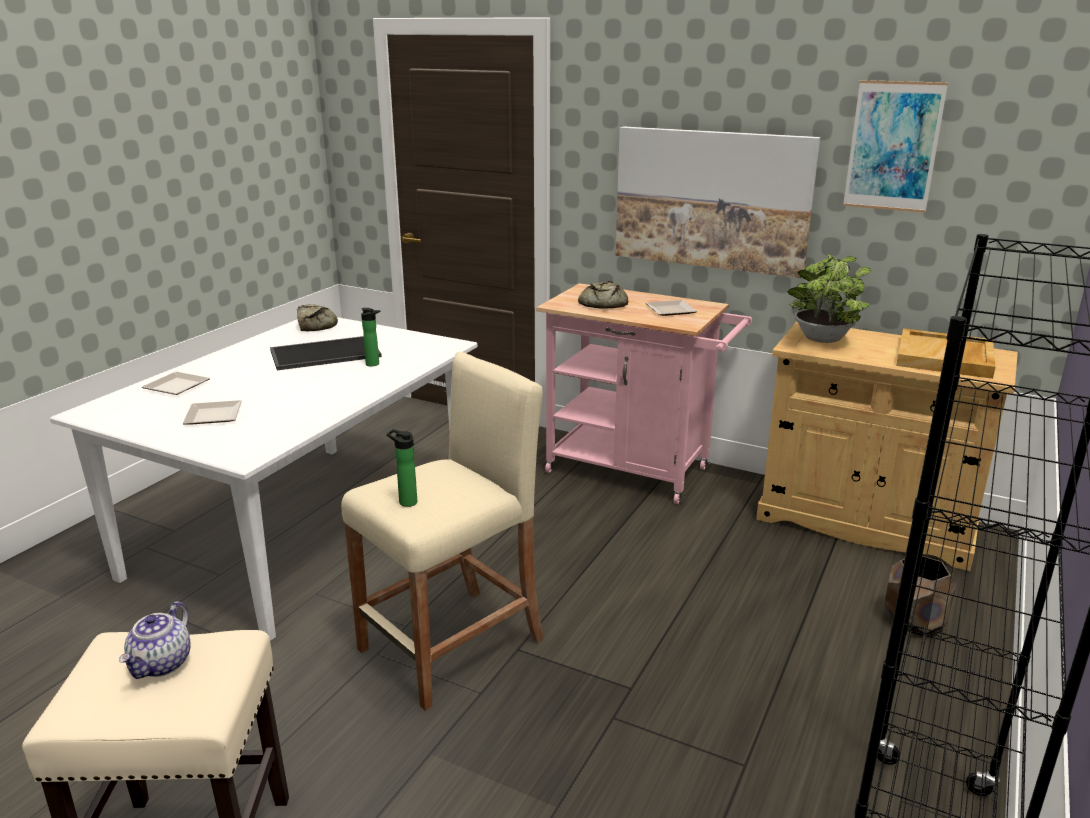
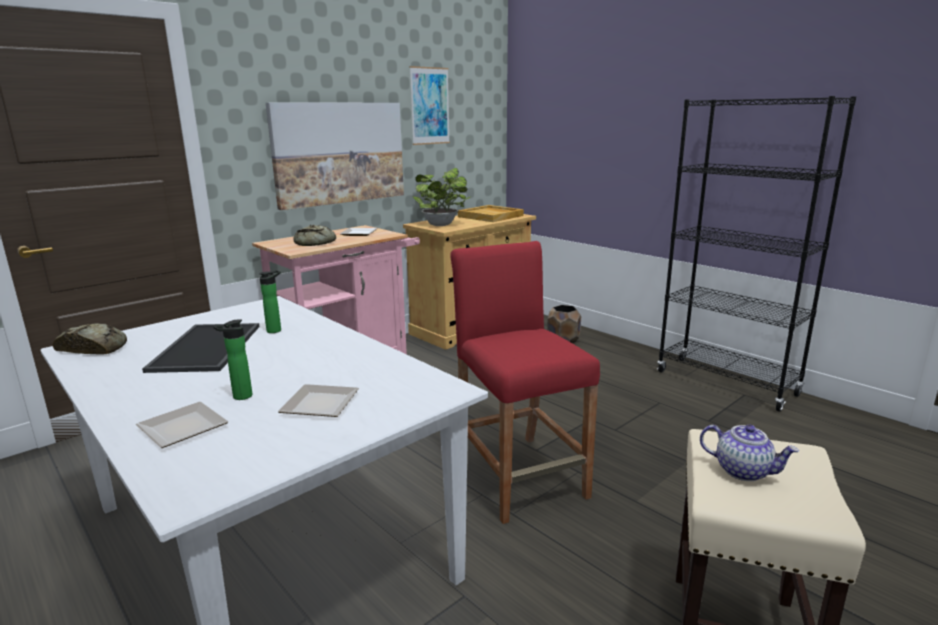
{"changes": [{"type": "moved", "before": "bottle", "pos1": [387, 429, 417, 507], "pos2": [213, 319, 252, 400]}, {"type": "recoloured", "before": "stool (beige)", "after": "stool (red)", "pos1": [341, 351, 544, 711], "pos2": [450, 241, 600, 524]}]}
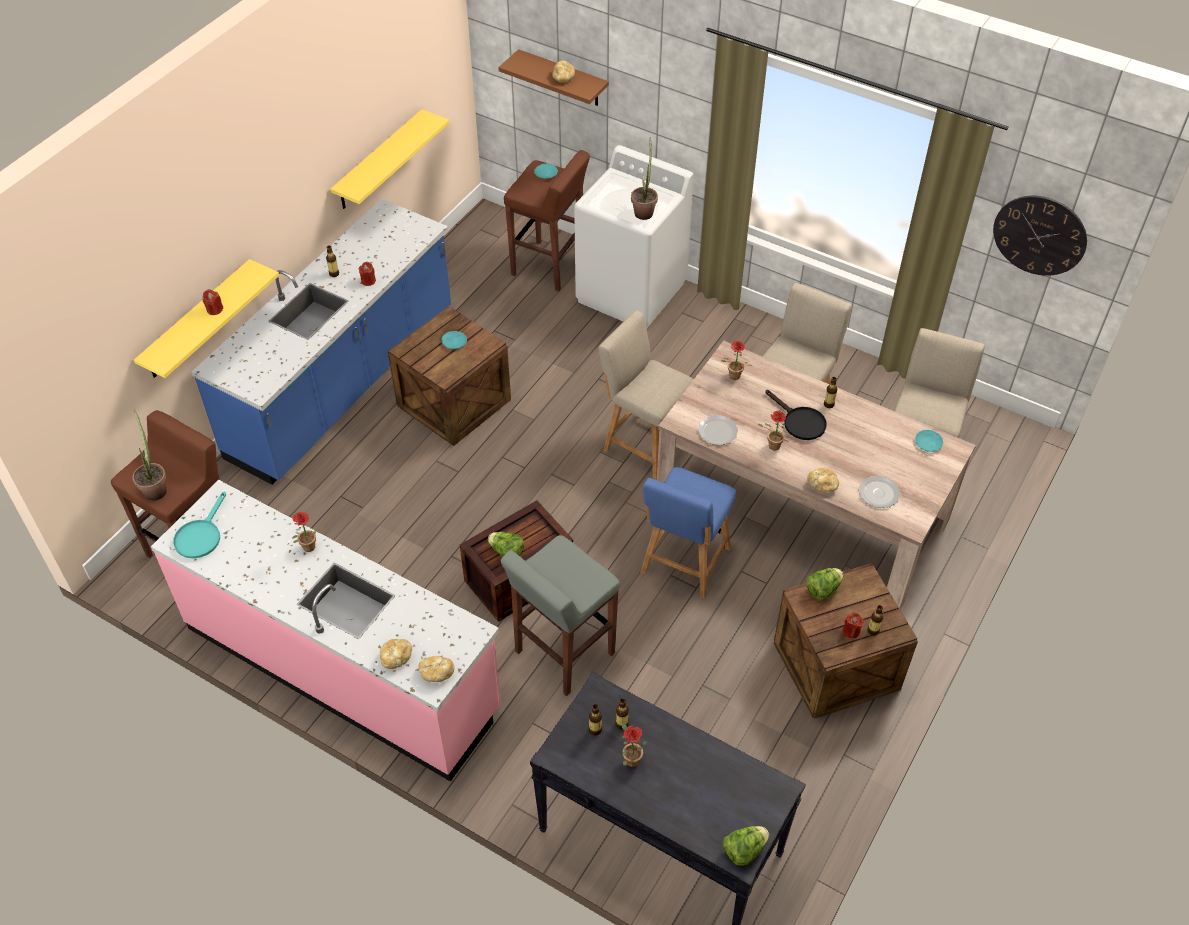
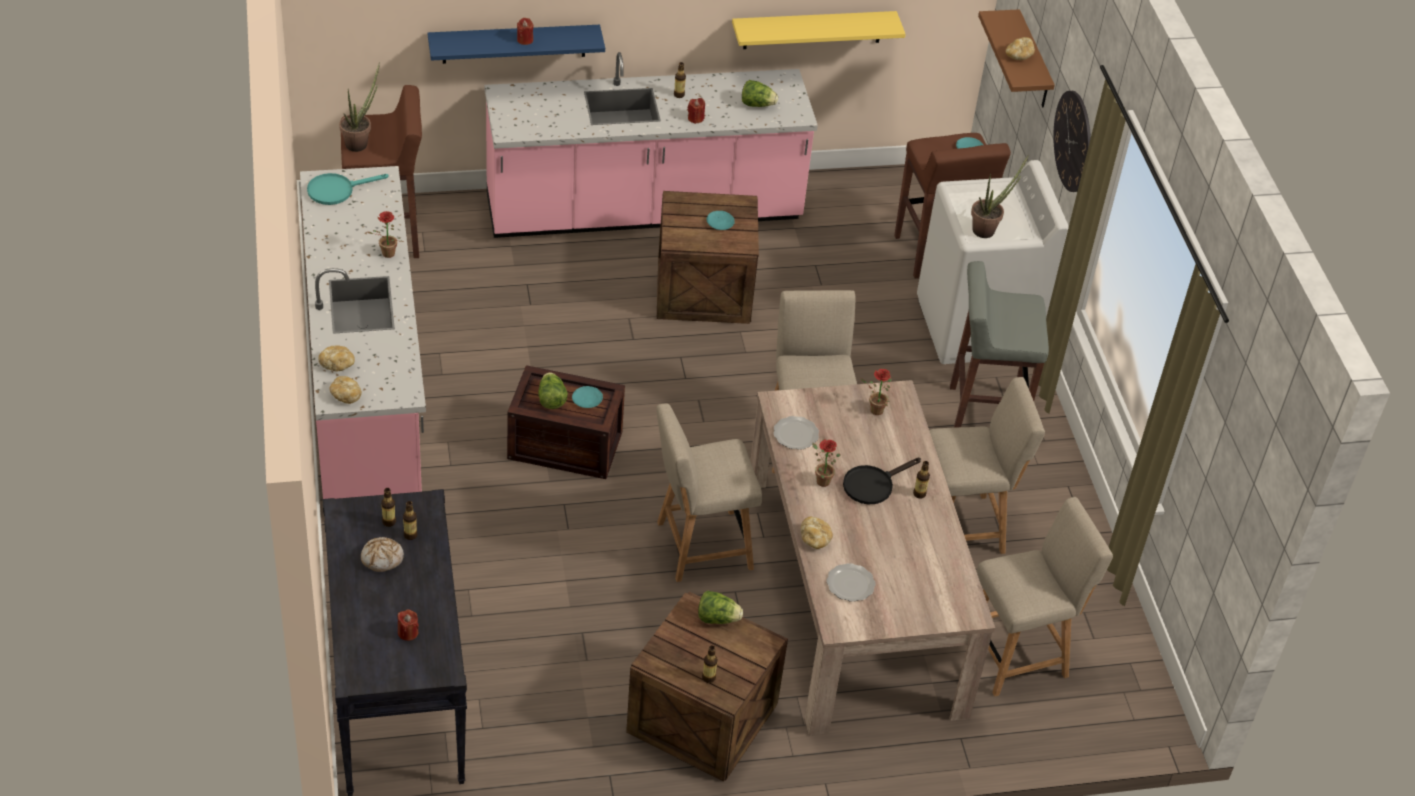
{"changes": [{"type": "replaced", "before": "potted plant", "after": "bread", "pos1": [622, 723, 647, 767], "pos2": [361, 537, 404, 572]}, {"type": "moved", "before": "candle (red)", "pos1": [843, 612, 864, 638], "pos2": [398, 609, 419, 641]}, {"type": "recoloured", "before": "shelf (yellow)", "after": "shelf (blue)", "pos1": [134, 259, 279, 378], "pos2": [428, 25, 605, 64]}, {"type": "recoloured", "before": "counter (blue)", "after": "counter (pink)", "pos1": [192, 199, 451, 485], "pos2": [484, 52, 818, 238]}, {"type": "moved", "before": "plate (turquoise)", "pos1": [915, 430, 943, 452], "pos2": [572, 386, 603, 408]}, {"type": "recoloured", "before": "chair (blue)", "after": "chair (beige)", "pos1": [640, 467, 736, 598], "pos2": [656, 403, 762, 582]}, {"type": "moved", "before": "lettuce", "pos1": [723, 826, 769, 866], "pos2": [742, 80, 778, 107]}, {"type": "turned", "before": "frying pan (black)", "pos1": [765, 390, 826, 440], "pos2": [843, 458, 921, 504], "turn": 45}, {"type": "moved", "before": "stool (grey)", "pos1": [501, 535, 620, 696], "pos2": [950, 261, 1049, 428]}, {"type": "moved", "before": "wall clock", "pos1": [993, 196, 1087, 276], "pos2": [1053, 91, 1091, 192]}]}
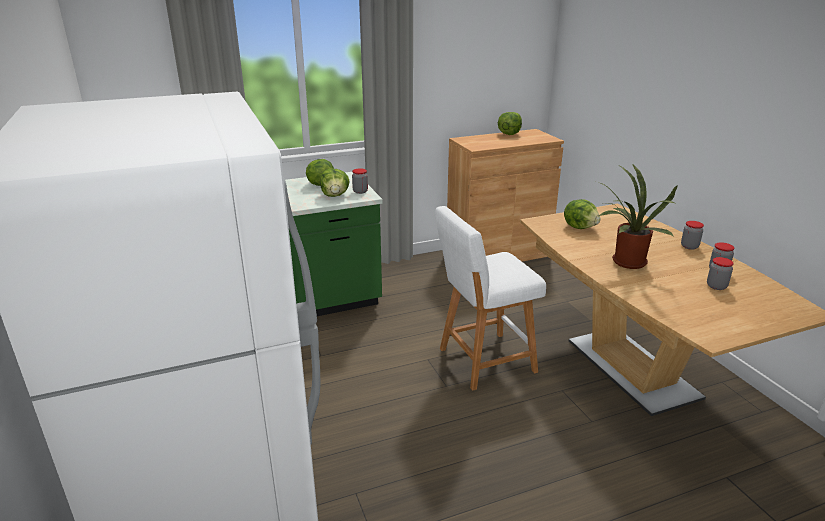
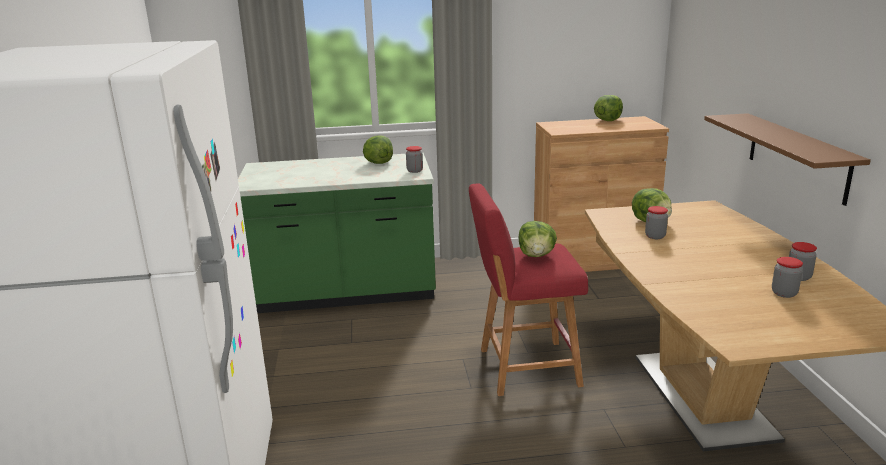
{"changes": [{"type": "recoloured", "before": "stool (white)", "after": "stool (red)", "pos1": [435, 206, 546, 390], "pos2": [469, 183, 588, 396]}, {"type": "moved", "before": "lettuce", "pos1": [320, 168, 350, 197], "pos2": [518, 221, 557, 257]}, {"type": "moved", "before": "jar", "pos1": [681, 221, 704, 250], "pos2": [645, 206, 668, 239]}, {"type": "added", "after": "shelf (brown)", "pos2": [704, 113, 871, 206]}, {"type": "removed", "before": "potted plant", "pos1": [597, 165, 678, 269]}]}
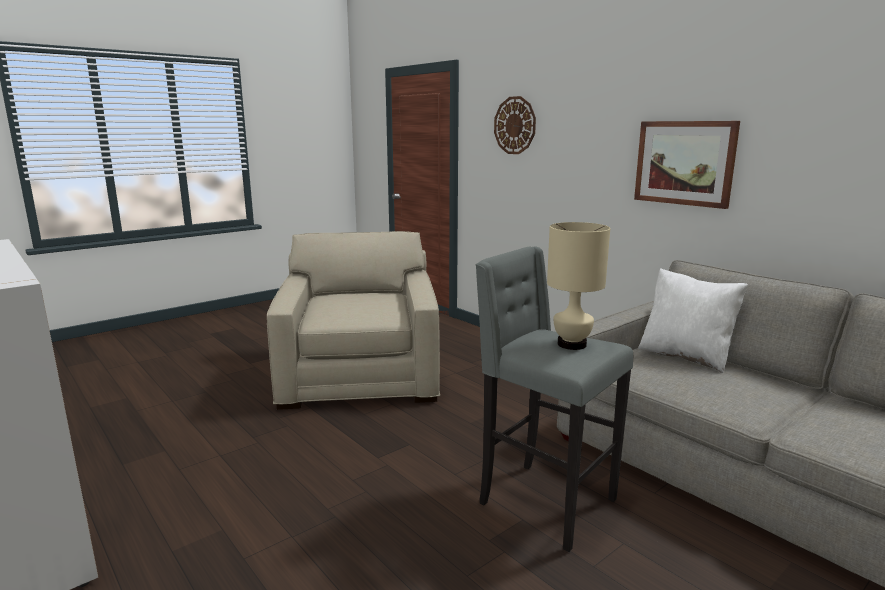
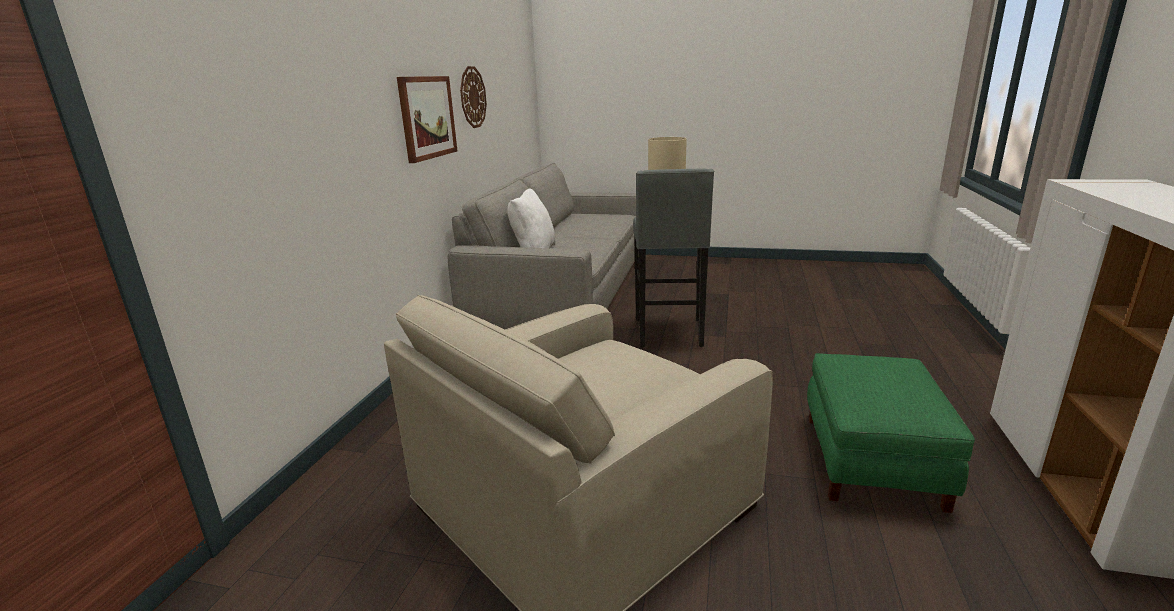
{"changes": [{"type": "moved", "before": "wall clock", "pos1": [494, 96, 536, 154], "pos2": [460, 66, 487, 128]}, {"type": "added", "after": "ottoman (green)", "pos2": [807, 353, 975, 513]}]}
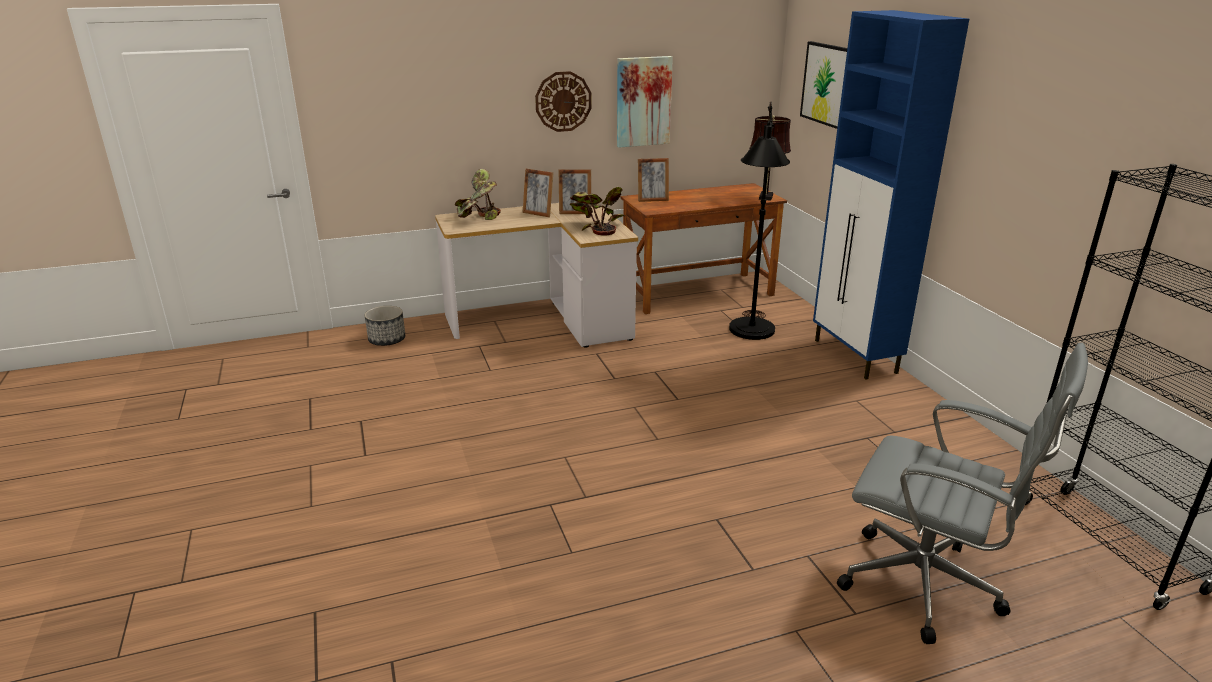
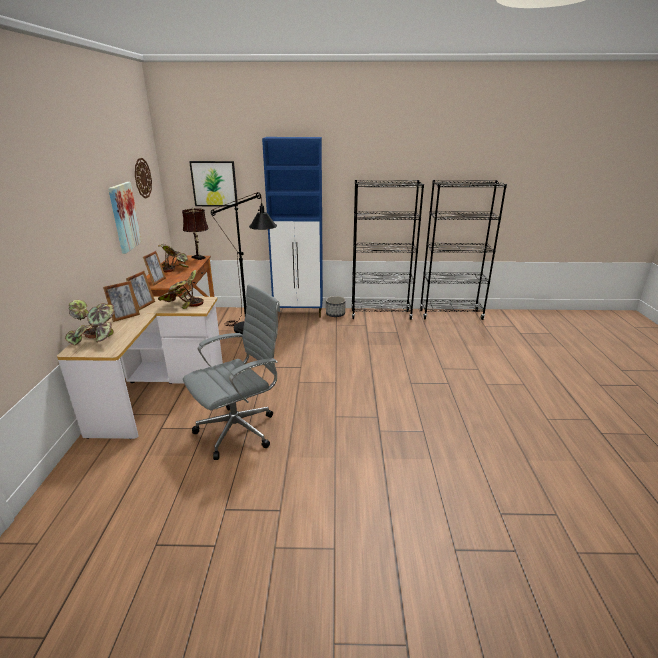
{"changes": [{"type": "moved", "before": "wall clock", "pos1": [535, 71, 592, 132], "pos2": [135, 158, 152, 199]}, {"type": "added", "after": "potted plant", "pos2": [158, 244, 189, 272]}, {"type": "moved", "before": "office chair (grey)", "pos1": [837, 343, 1088, 644], "pos2": [183, 284, 281, 460]}, {"type": "moved", "before": "planter", "pos1": [365, 306, 405, 346], "pos2": [326, 296, 346, 317]}, {"type": "added", "after": "bookcase (black)", "pos2": [351, 180, 424, 320]}]}
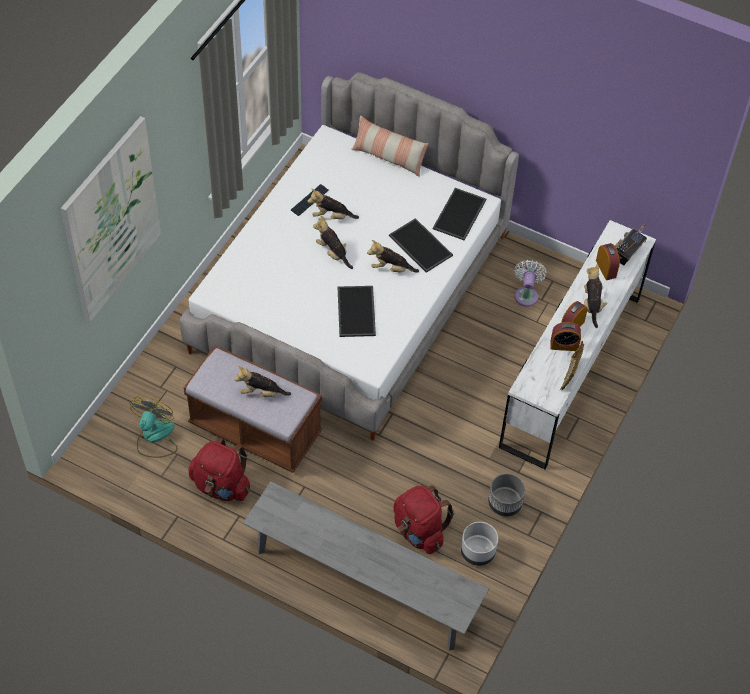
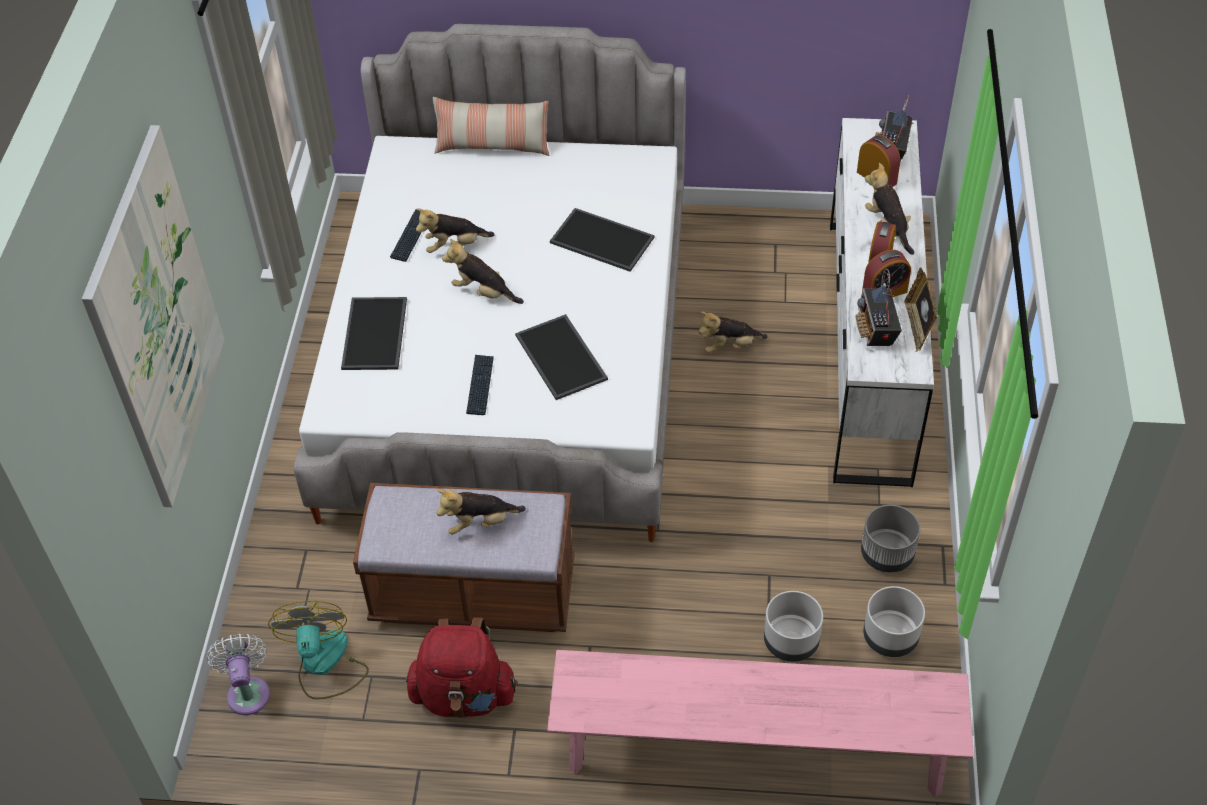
{"changes": [{"type": "moved", "before": "fan (white)", "pos1": [514, 260, 547, 307], "pos2": [207, 634, 270, 715]}, {"type": "moved", "before": "tray", "pos1": [433, 188, 486, 241], "pos2": [341, 297, 407, 370]}, {"type": "added", "after": "keyboard", "pos2": [466, 355, 494, 415]}, {"type": "recoloured", "before": "bench (grey)", "after": "bench (pink)", "pos1": [243, 481, 489, 650], "pos2": [547, 650, 974, 797]}, {"type": "moved", "before": "plush toy", "pos1": [367, 240, 419, 273], "pos2": [699, 312, 768, 353]}, {"type": "replaced", "before": "backpack (red)", "after": "planter (grey)", "pos1": [393, 485, 454, 554], "pos2": [764, 591, 823, 662]}, {"type": "added", "after": "radio", "pos2": [855, 269, 902, 346]}]}
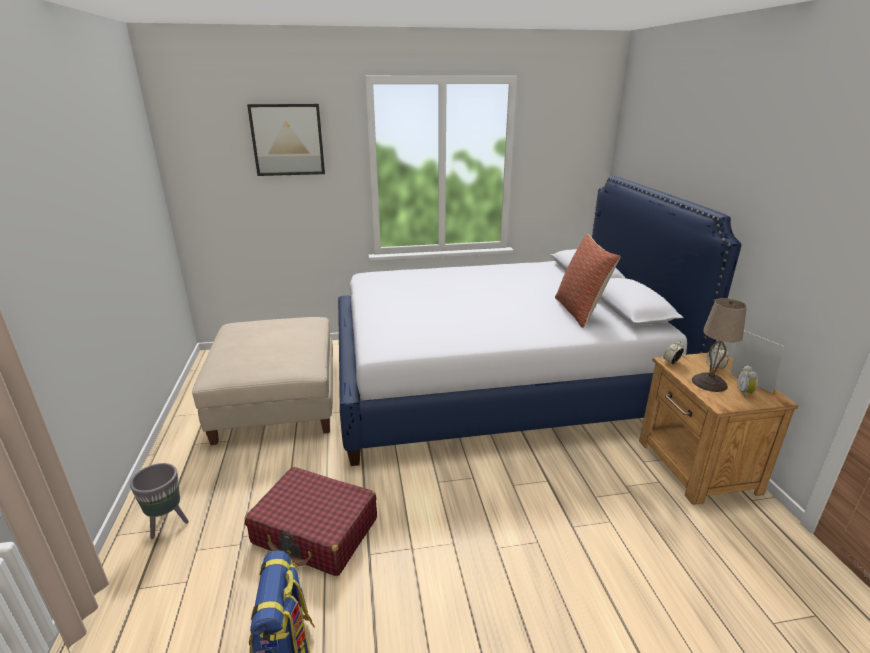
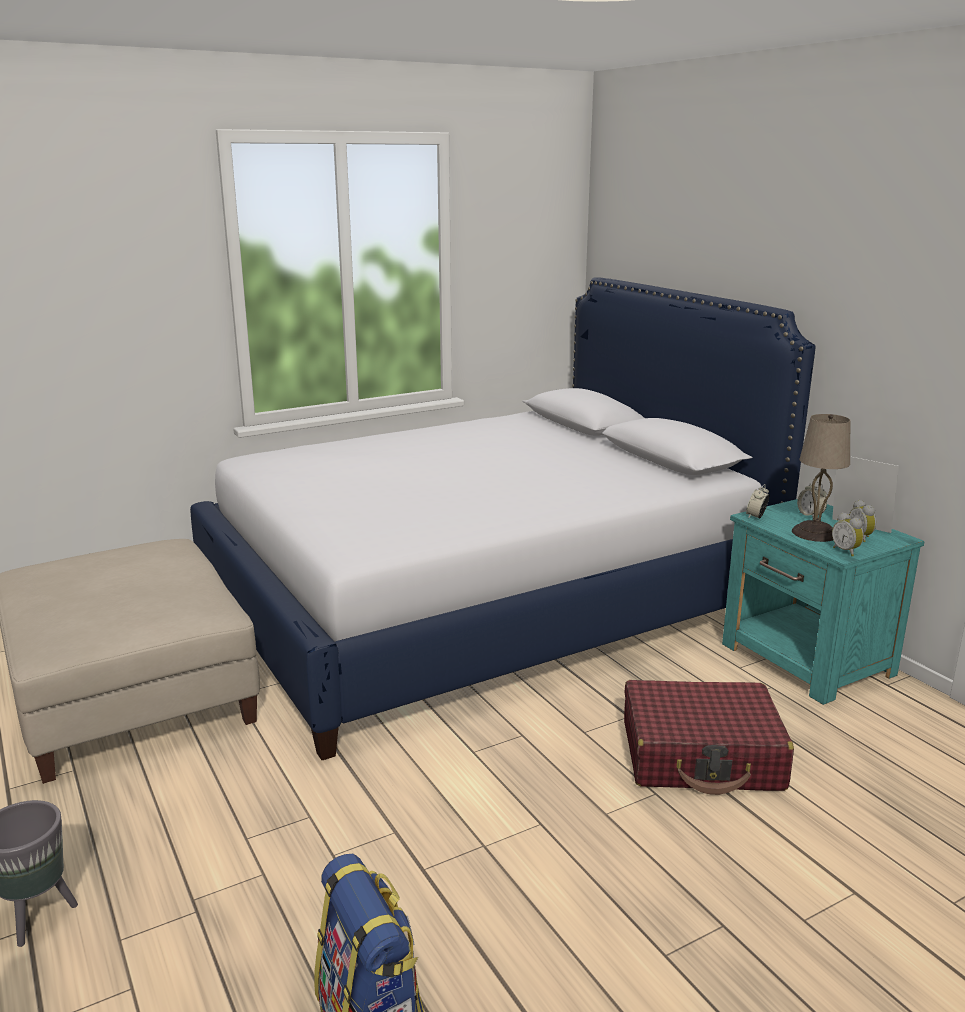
{"changes": [{"type": "moved", "before": "suitcase (red)", "pos1": [245, 467, 377, 576], "pos2": [624, 680, 794, 795]}, {"type": "recoloured", "before": "nightstand (brown)", "after": "nightstand (turquoise)", "pos1": [639, 353, 798, 505], "pos2": [722, 499, 924, 705]}, {"type": "added", "after": "alarm clock", "pos2": [832, 512, 864, 556]}, {"type": "removed", "before": "picture", "pos1": [247, 104, 325, 176]}, {"type": "removed", "before": "pillow", "pos1": [555, 234, 620, 328]}]}
